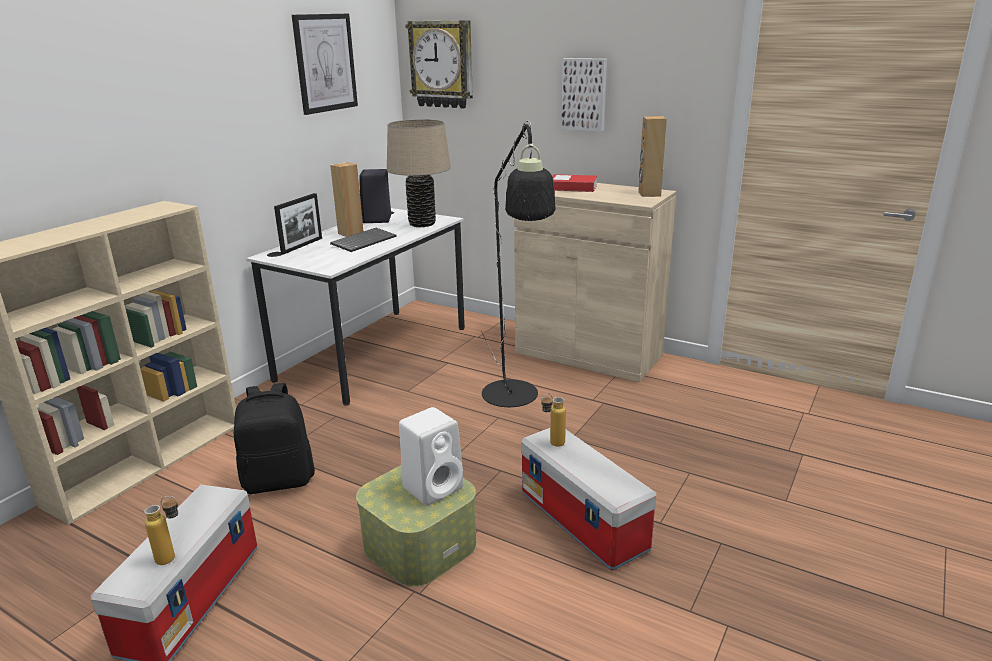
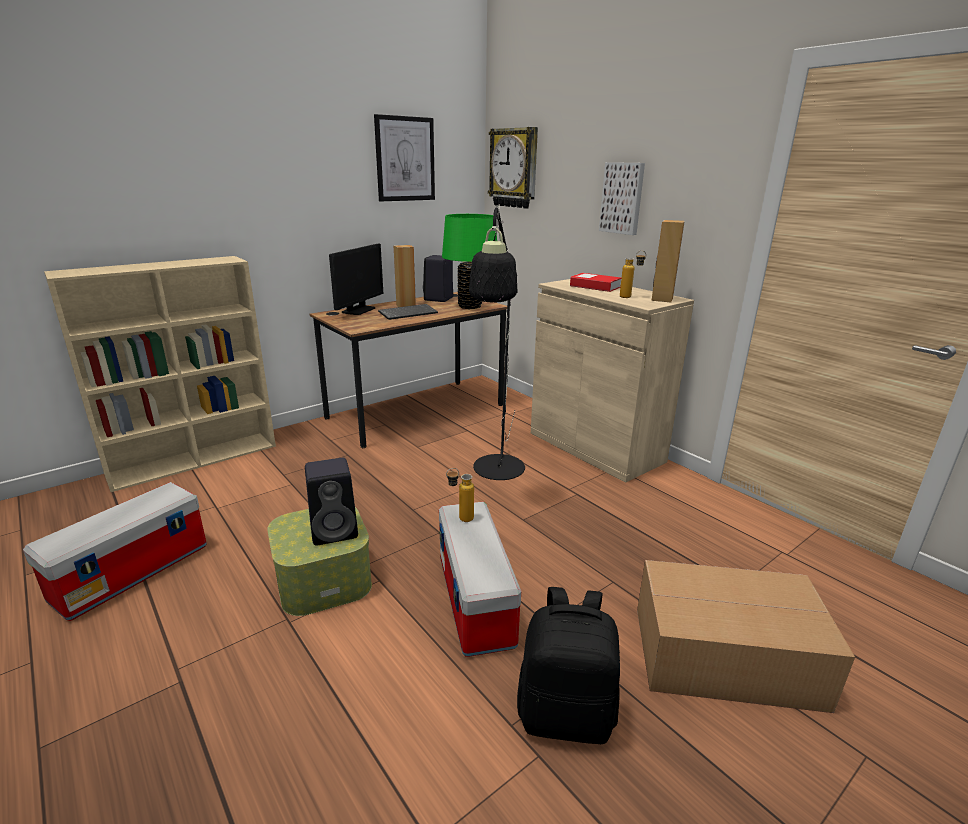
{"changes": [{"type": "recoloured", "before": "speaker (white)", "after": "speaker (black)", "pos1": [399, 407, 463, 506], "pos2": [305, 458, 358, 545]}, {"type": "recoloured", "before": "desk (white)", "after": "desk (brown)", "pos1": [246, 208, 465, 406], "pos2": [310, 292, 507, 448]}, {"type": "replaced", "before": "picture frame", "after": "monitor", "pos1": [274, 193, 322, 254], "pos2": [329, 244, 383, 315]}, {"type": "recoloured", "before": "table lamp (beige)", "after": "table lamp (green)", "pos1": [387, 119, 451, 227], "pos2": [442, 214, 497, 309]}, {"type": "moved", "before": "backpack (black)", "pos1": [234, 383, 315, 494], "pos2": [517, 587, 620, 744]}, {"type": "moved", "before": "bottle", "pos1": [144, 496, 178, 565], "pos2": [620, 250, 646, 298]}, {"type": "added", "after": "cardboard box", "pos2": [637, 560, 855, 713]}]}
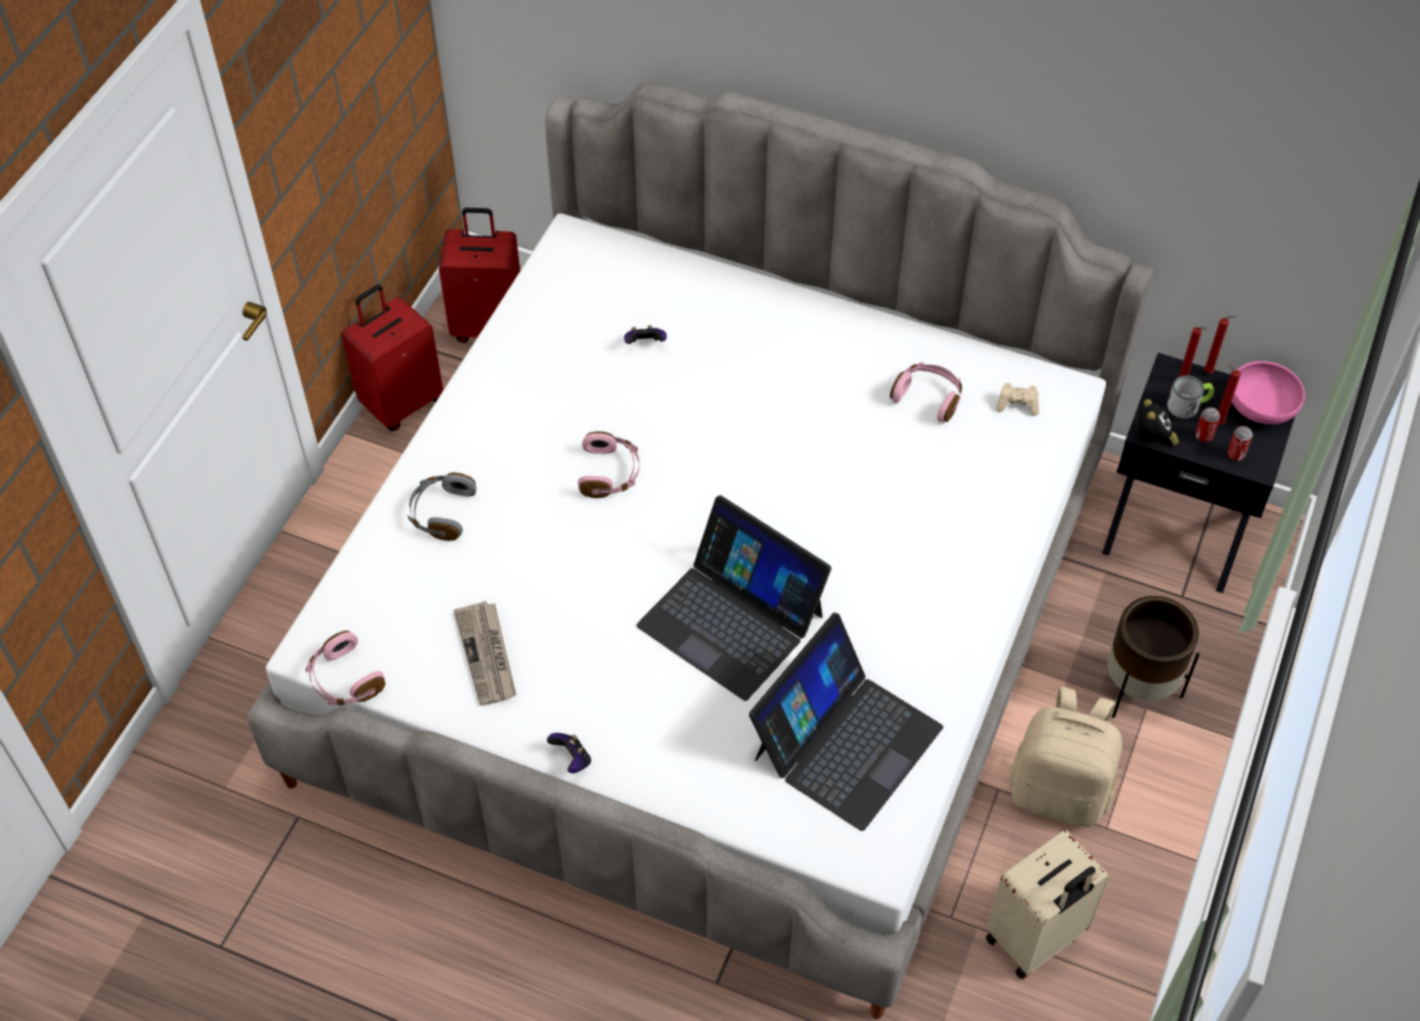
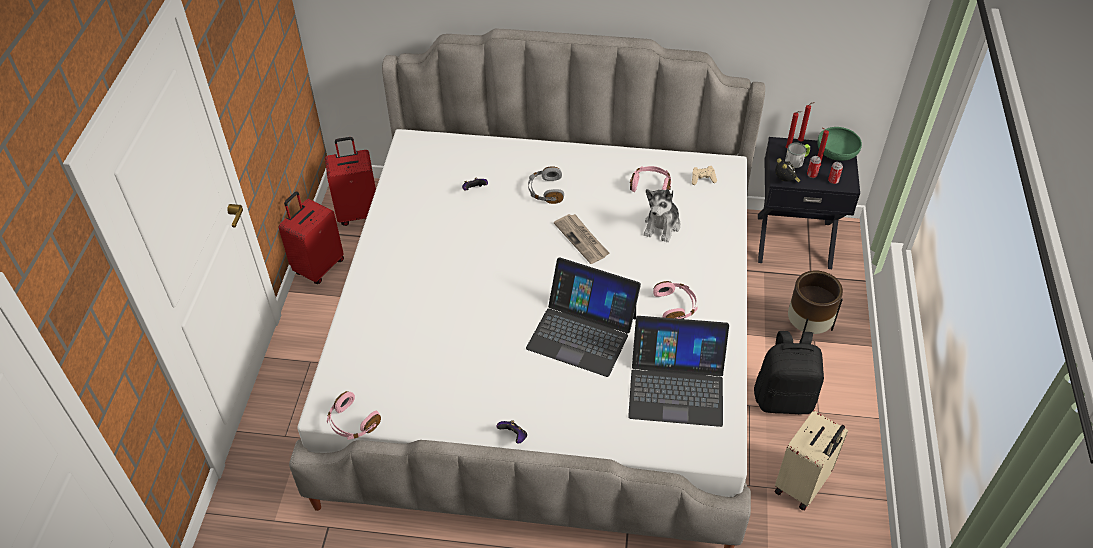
{"changes": [{"type": "moved", "before": "headphones (grey)", "pos1": [407, 473, 477, 541], "pos2": [528, 166, 564, 204]}, {"type": "moved", "before": "newspaper", "pos1": [454, 601, 516, 706], "pos2": [554, 214, 609, 264]}, {"type": "turned", "before": "laptop", "pos1": [749, 613, 943, 831], "pos2": [628, 316, 729, 427], "turn": 75}, {"type": "added", "after": "plush toy", "pos2": [644, 189, 681, 242]}, {"type": "moved", "before": "headphones (pink)", "pos1": [578, 431, 639, 498], "pos2": [653, 281, 698, 319]}, {"type": "recoloured", "before": "backpack (beige)", "after": "backpack (black)", "pos1": [1009, 686, 1122, 827], "pos2": [754, 331, 824, 414]}, {"type": "recoloured", "before": "bowl (pink)", "after": "bowl (green)", "pos1": [1232, 361, 1305, 424], "pos2": [817, 127, 862, 161]}]}
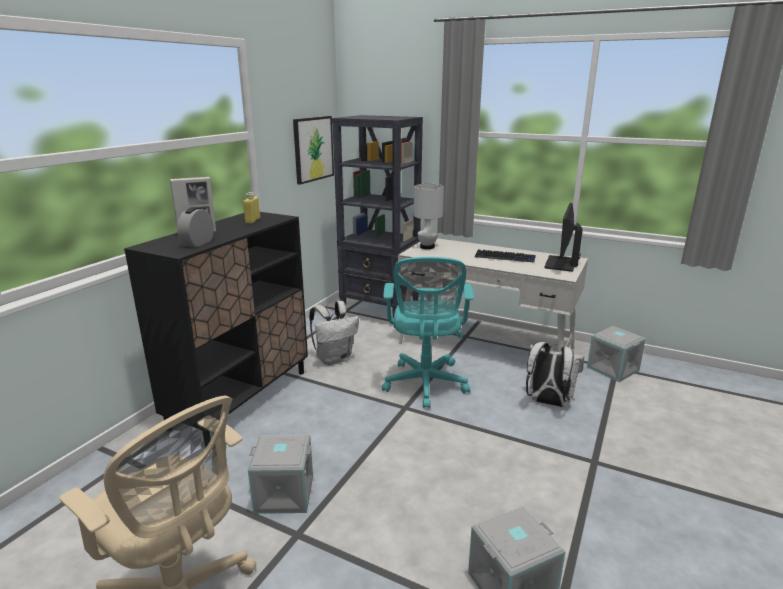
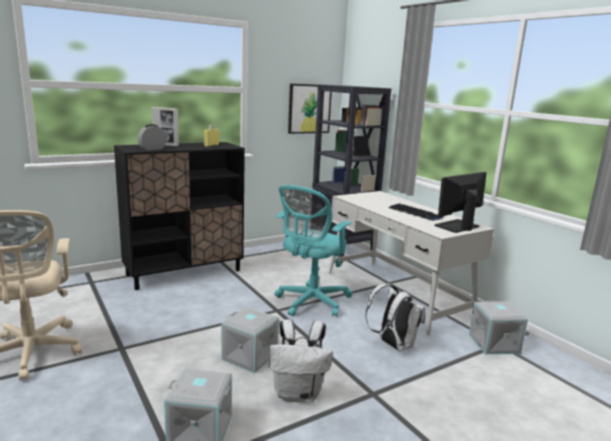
{"changes": [{"type": "moved", "before": "storage box (grey)", "pos1": [248, 435, 313, 514], "pos2": [221, 307, 279, 373]}, {"type": "moved", "before": "backpack (white)", "pos1": [309, 301, 359, 365], "pos2": [269, 319, 333, 403]}, {"type": "removed", "before": "table lamp (white)", "pos1": [414, 184, 444, 249]}]}
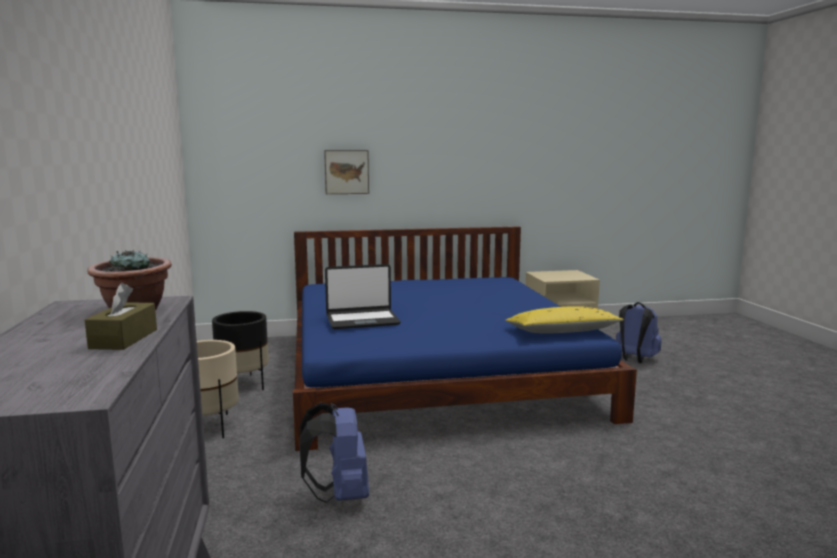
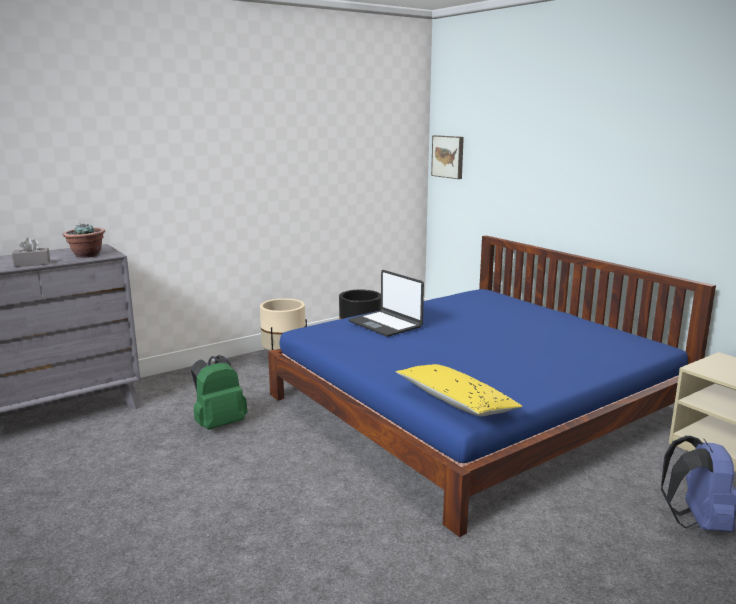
{"changes": [{"type": "recoloured", "before": "tissue box (brown)", "after": "tissue box (grey)", "pos1": [85, 283, 157, 350], "pos2": [12, 238, 50, 267]}, {"type": "recoloured", "before": "backpack (blue)", "after": "backpack (green)", "pos1": [299, 403, 369, 503], "pos2": [191, 355, 248, 430]}, {"type": "moved", "before": "picture", "pos1": [324, 150, 369, 194], "pos2": [431, 135, 464, 179]}]}
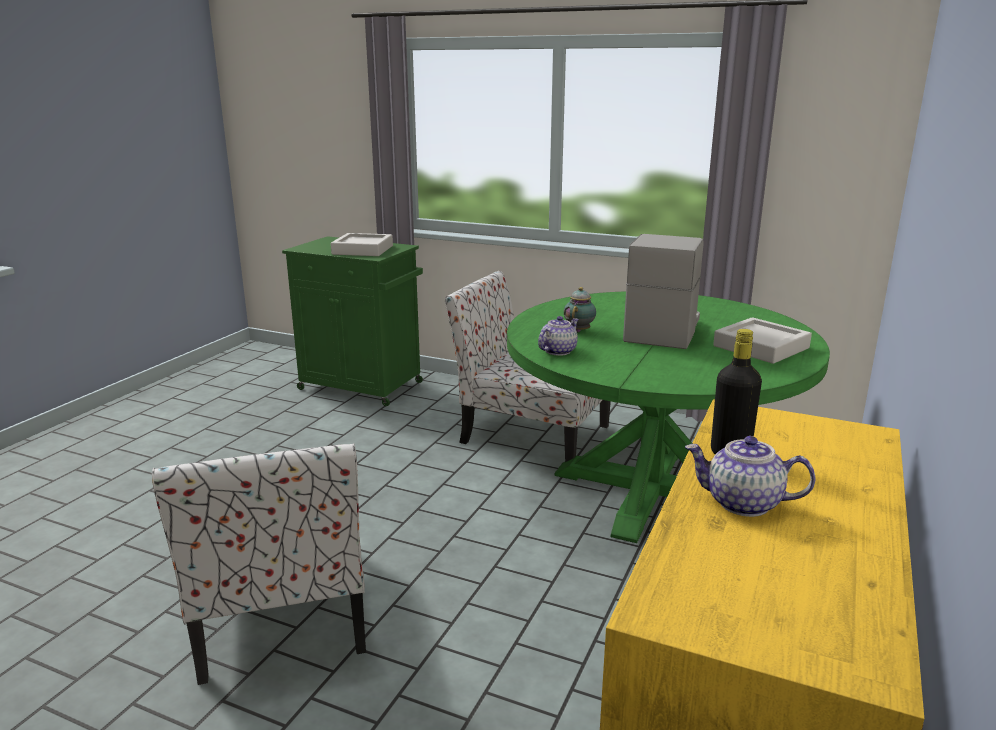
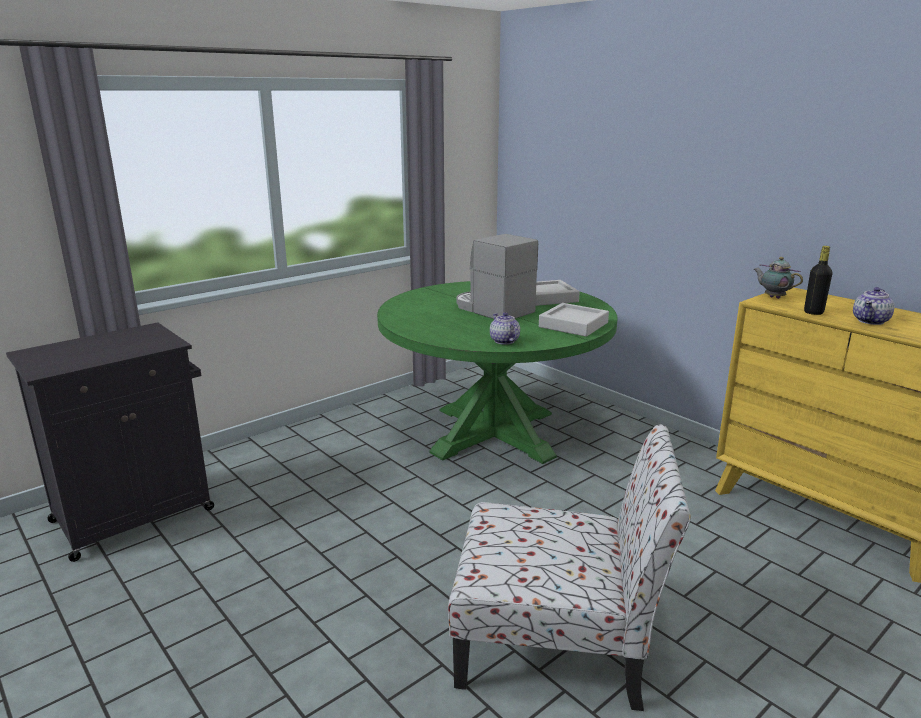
{"changes": [{"type": "recoloured", "before": "cabinet (green)", "after": "cabinet (black)", "pos1": [282, 236, 423, 406], "pos2": [6, 322, 214, 562]}, {"type": "moved", "before": "tray (grey)", "pos1": [331, 233, 393, 256], "pos2": [539, 303, 609, 337]}, {"type": "moved", "before": "teapot", "pos1": [564, 287, 596, 332], "pos2": [753, 257, 803, 299]}, {"type": "removed", "before": "chair", "pos1": [445, 271, 611, 462]}]}
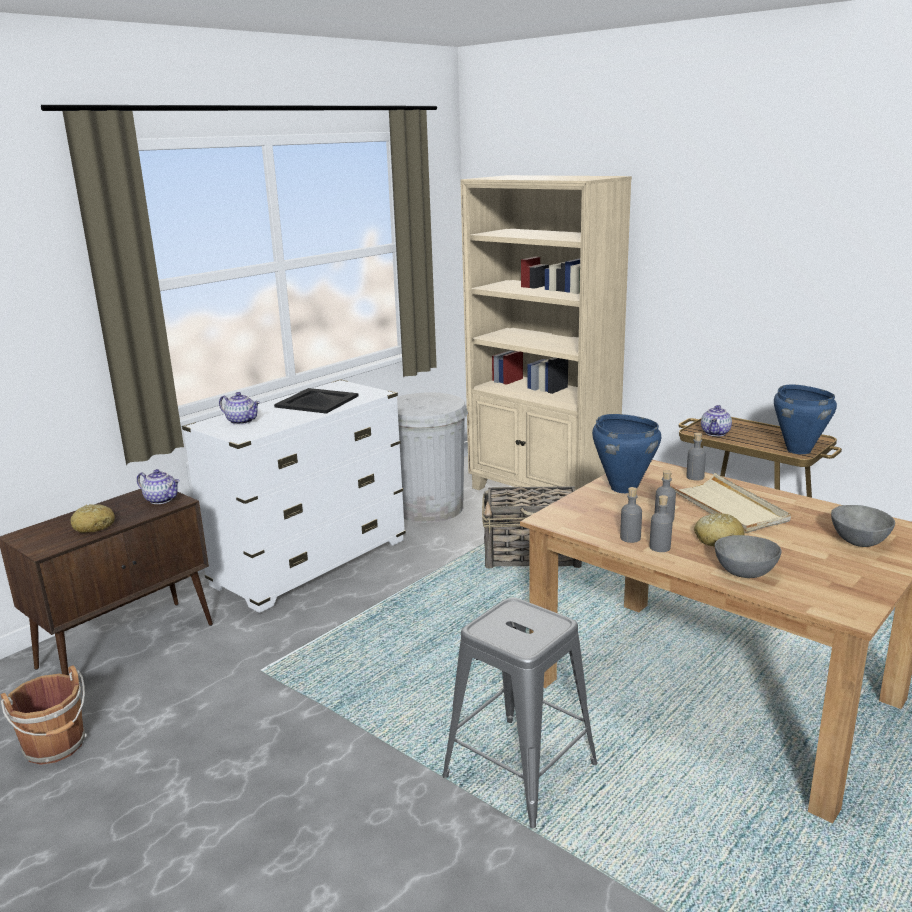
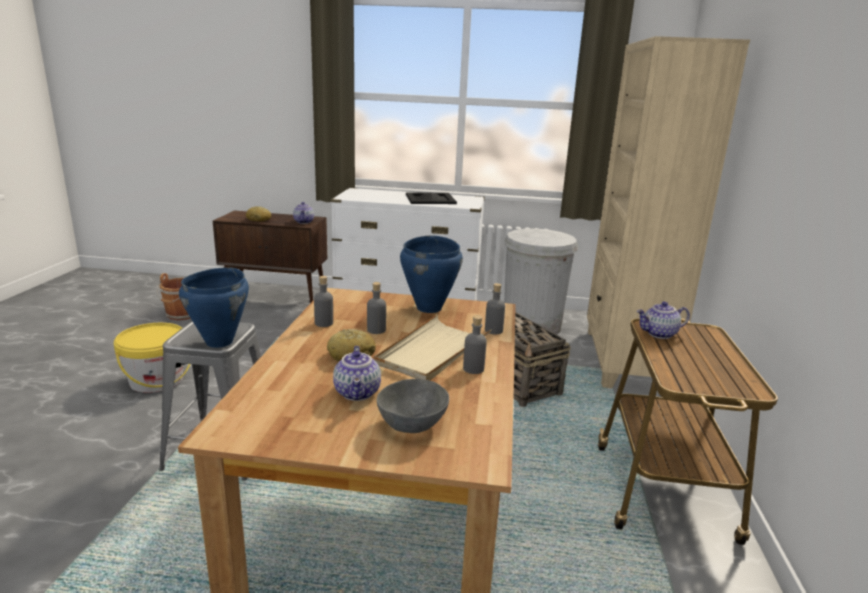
{"changes": [{"type": "added", "after": "bucket (yellow)", "pos2": [114, 323, 190, 393]}, {"type": "moved", "before": "cooking pot (blue)", "pos1": [774, 385, 837, 454], "pos2": [179, 267, 249, 348]}, {"type": "moved", "before": "teapot", "pos1": [219, 392, 260, 425], "pos2": [333, 346, 381, 401]}, {"type": "moved", "before": "bottle (grey)", "pos1": [650, 495, 673, 552], "pos2": [463, 315, 487, 374]}, {"type": "removed", "before": "bowl (grey)", "pos1": [715, 535, 782, 578]}]}
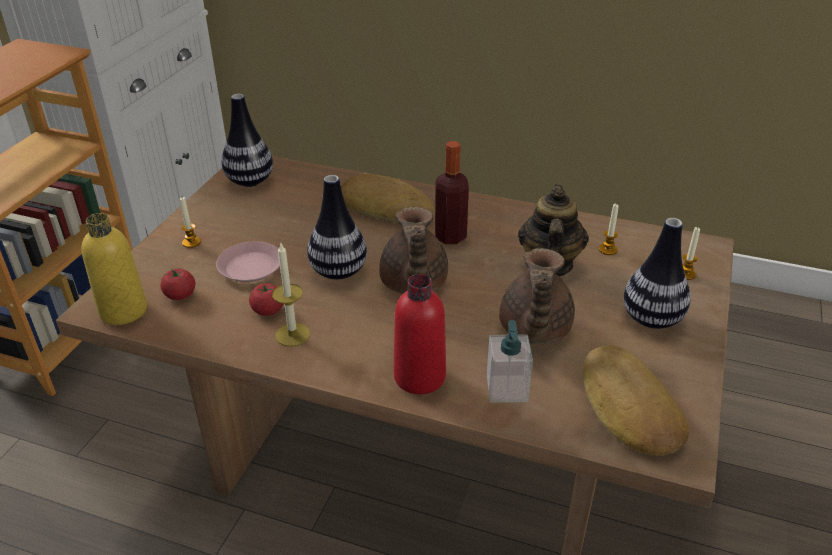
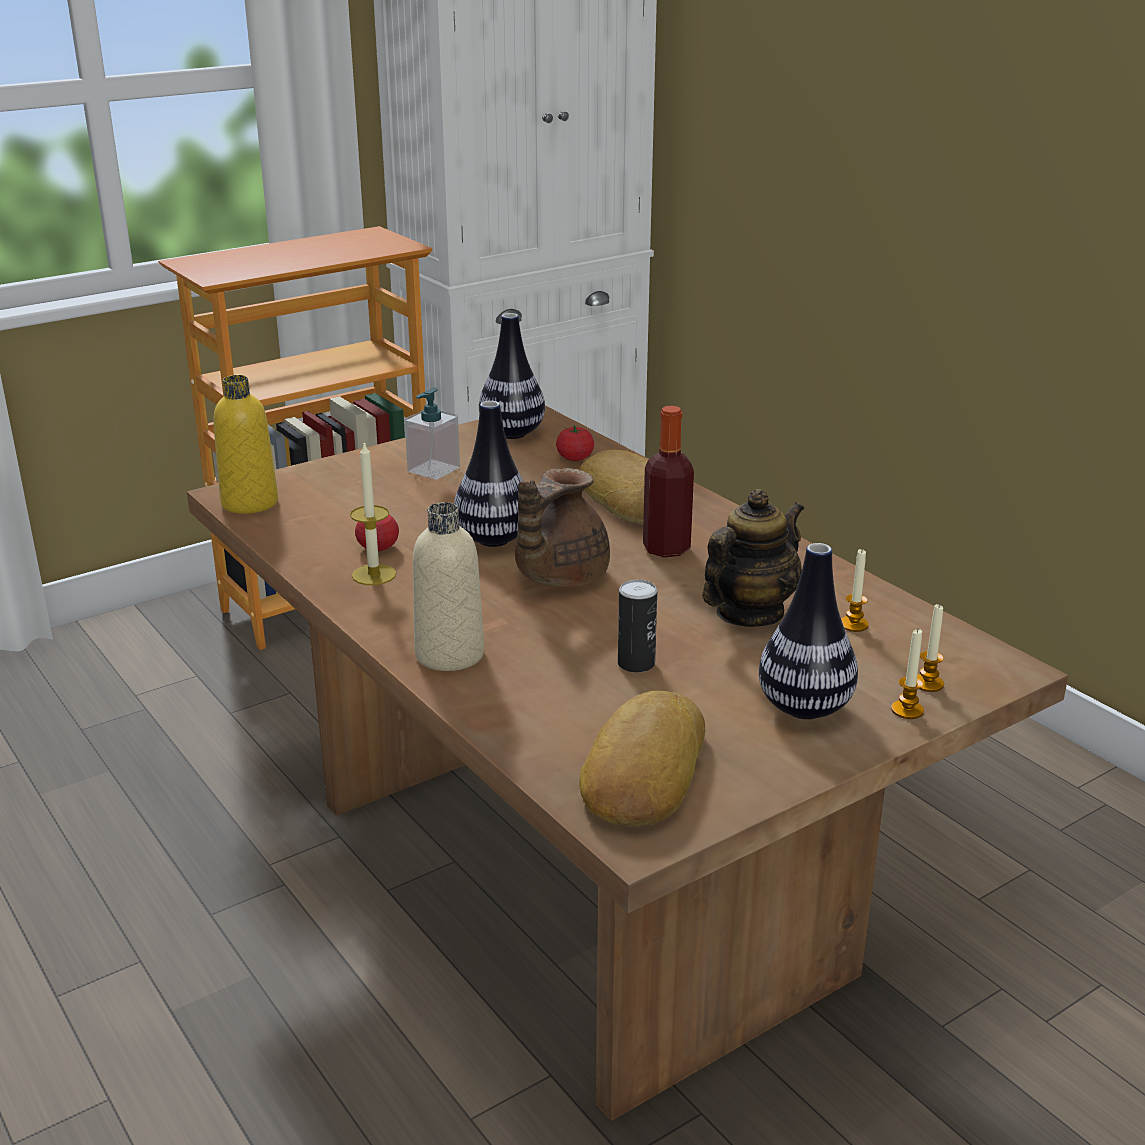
{"changes": [{"type": "moved", "before": "soap dispenser", "pos1": [487, 320, 533, 403], "pos2": [404, 388, 460, 480]}, {"type": "recoloured", "before": "bottle (red)", "after": "bottle (beige)", "pos1": [394, 274, 446, 394], "pos2": [413, 502, 484, 671]}, {"type": "moved", "before": "tomato", "pos1": [160, 269, 195, 300], "pos2": [556, 425, 594, 461]}, {"type": "replaced", "before": "teapot (brown)", "after": "can", "pos1": [499, 248, 575, 344], "pos2": [618, 579, 657, 673]}, {"type": "moved", "before": "candle", "pos1": [180, 197, 201, 248], "pos2": [891, 629, 924, 719]}, {"type": "removed", "before": "plate (pink)", "pos1": [216, 241, 280, 282]}]}
